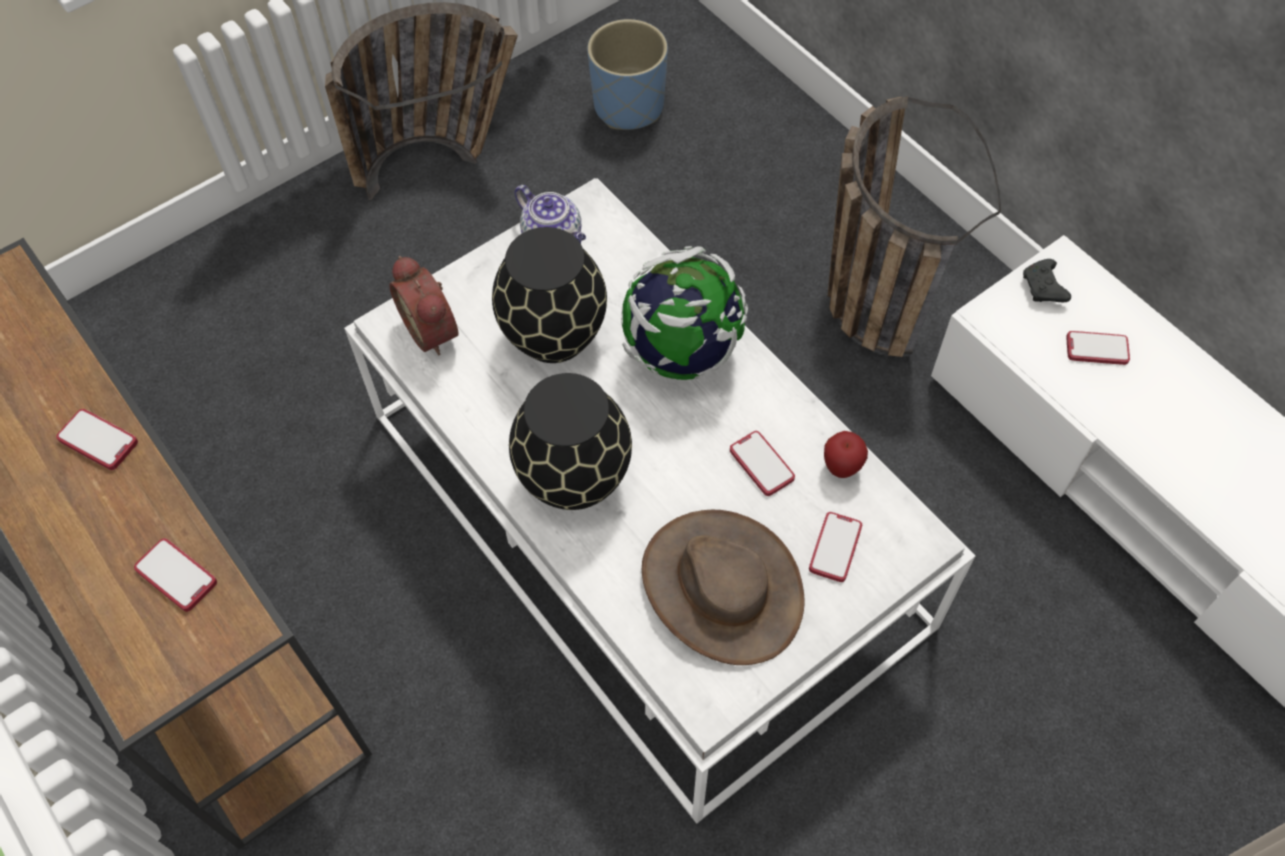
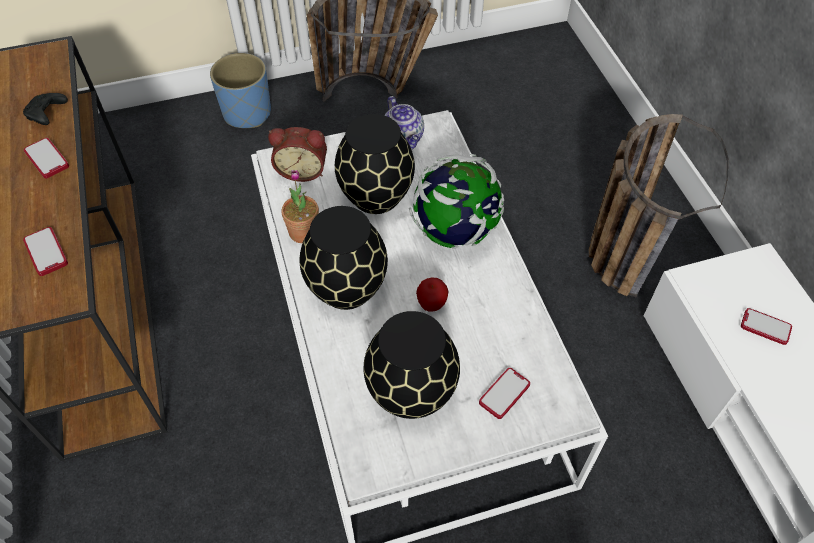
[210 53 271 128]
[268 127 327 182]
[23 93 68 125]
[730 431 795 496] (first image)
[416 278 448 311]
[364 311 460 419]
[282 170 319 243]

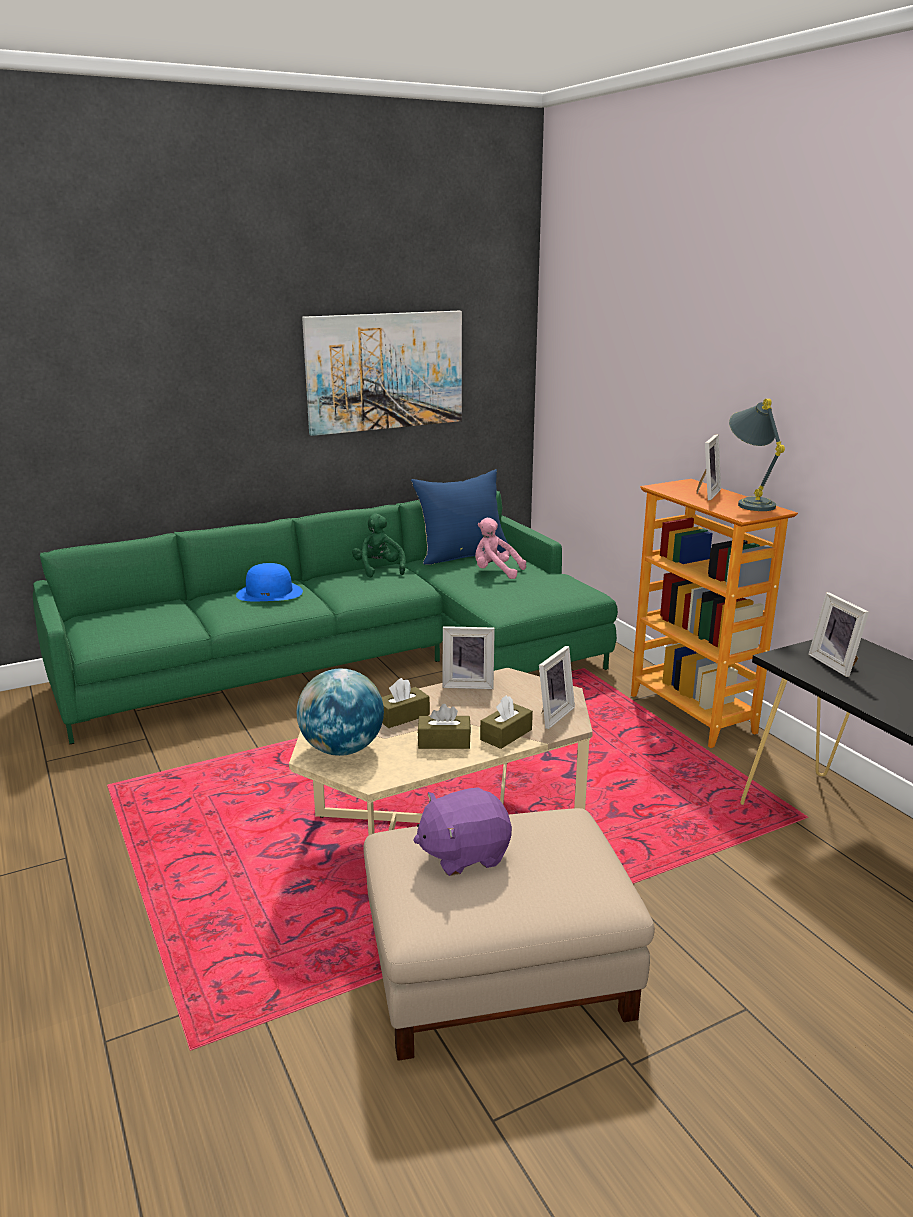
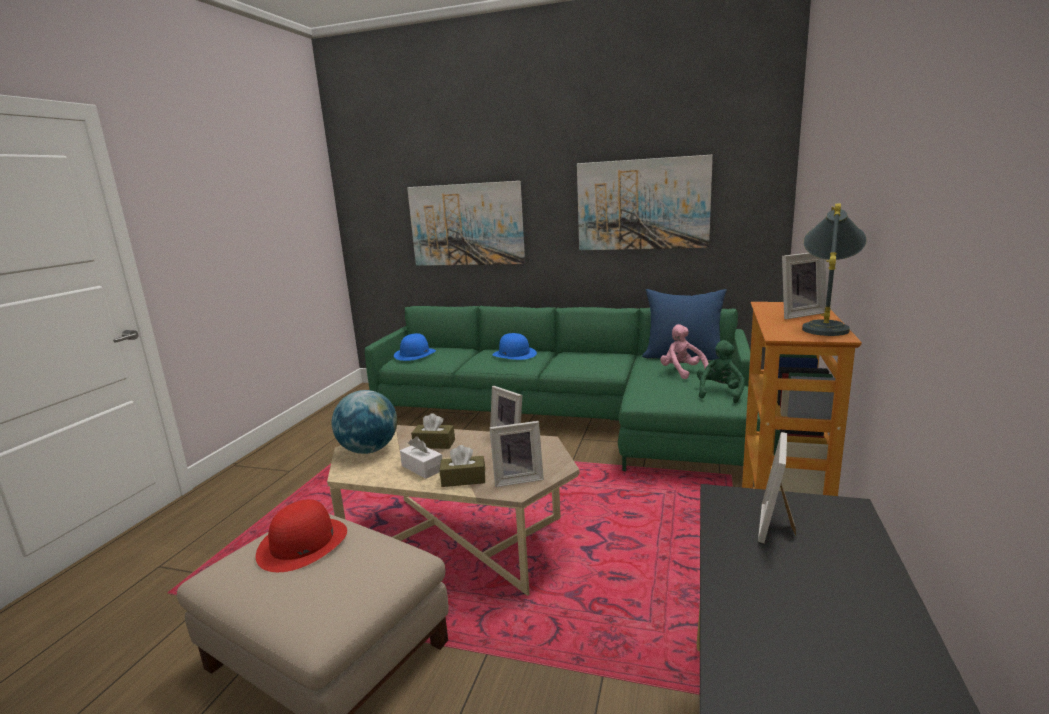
[697 340 745 403]
[400 436 442 479]
[256 499 347 572]
[407 181 525 266]
[394 333 436 361]

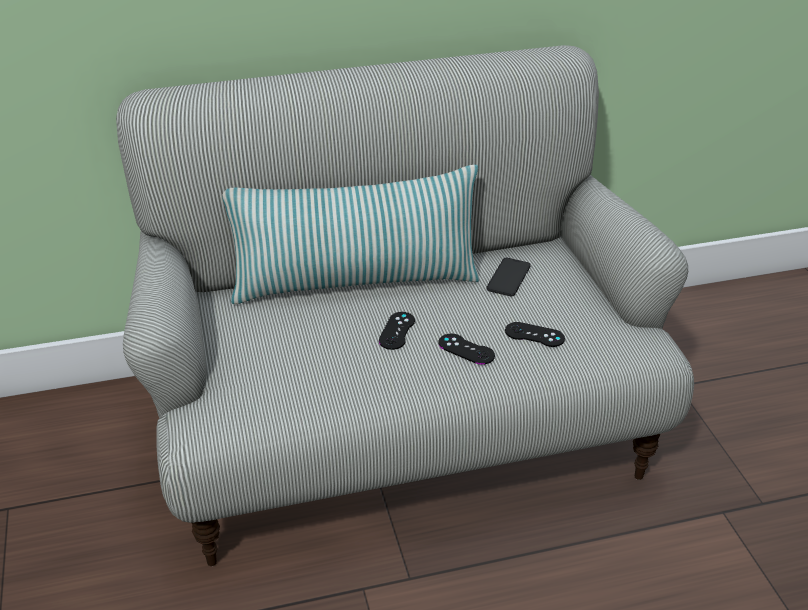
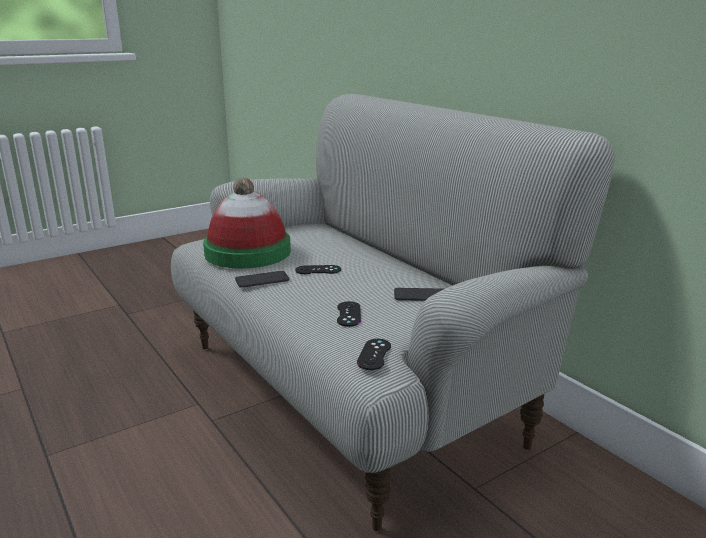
[222 165 479 304] (first image)
[357 339 391 370]
[203 178 291 269]
[235 271 289 288]

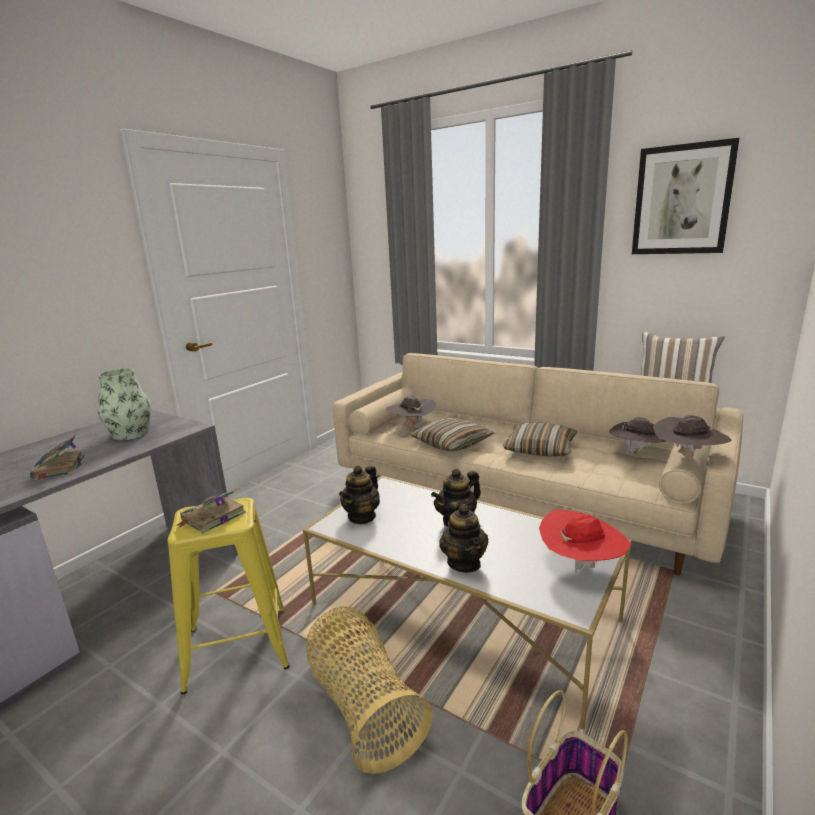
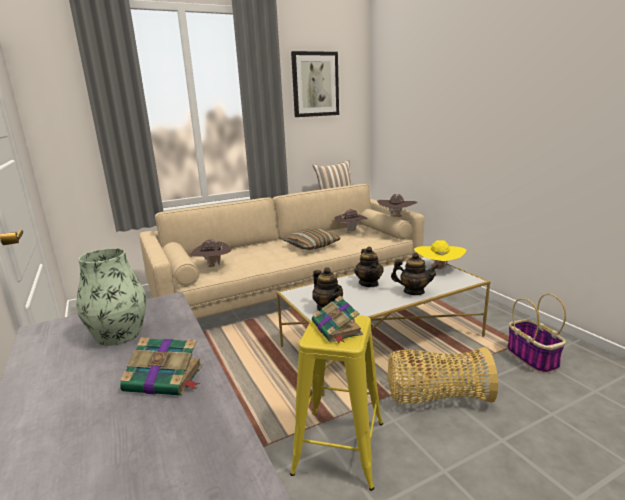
[410 418 494 451] (first image)
[414 240 466 272]

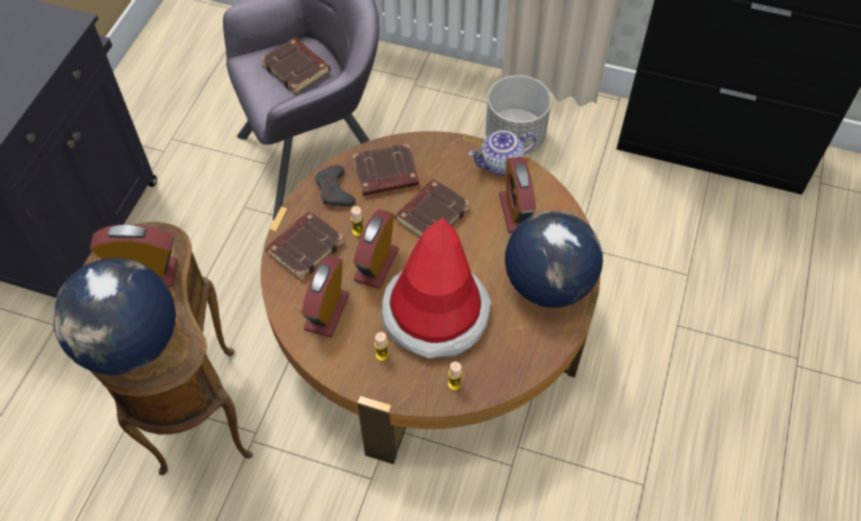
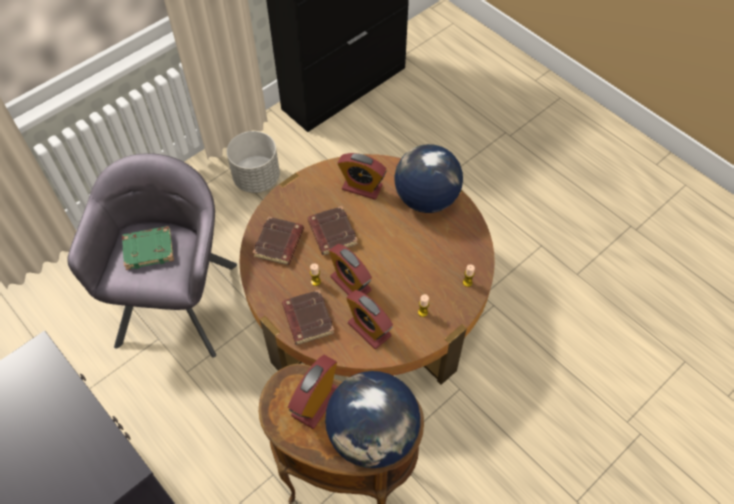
[122 226 174 270]
[468 131 536 175] (first image)
[316 165 356 206] (first image)
[382 217 491 358] (first image)

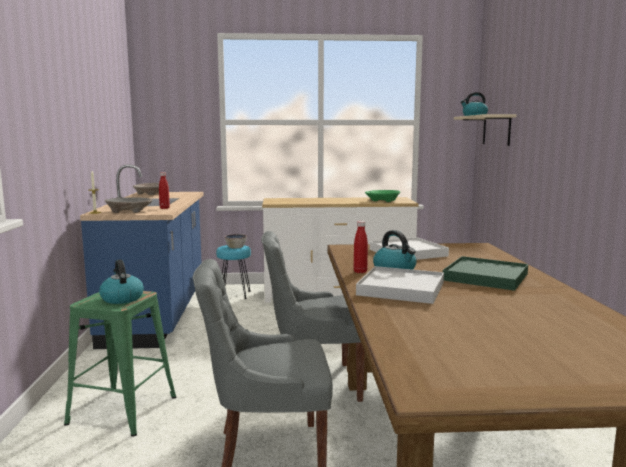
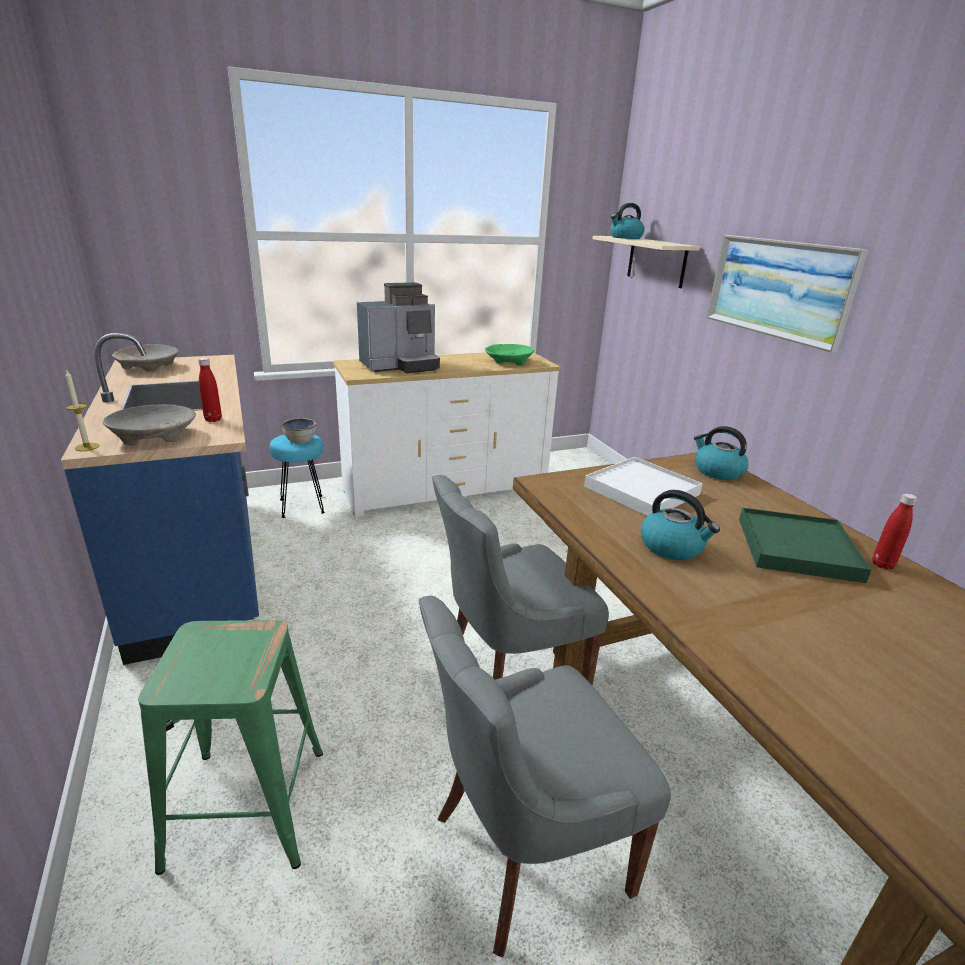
[873 493 917 569]
[694 426 748 480]
[356 266 444 304] (first image)
[707 235 868 353]
[357 282 440 373]

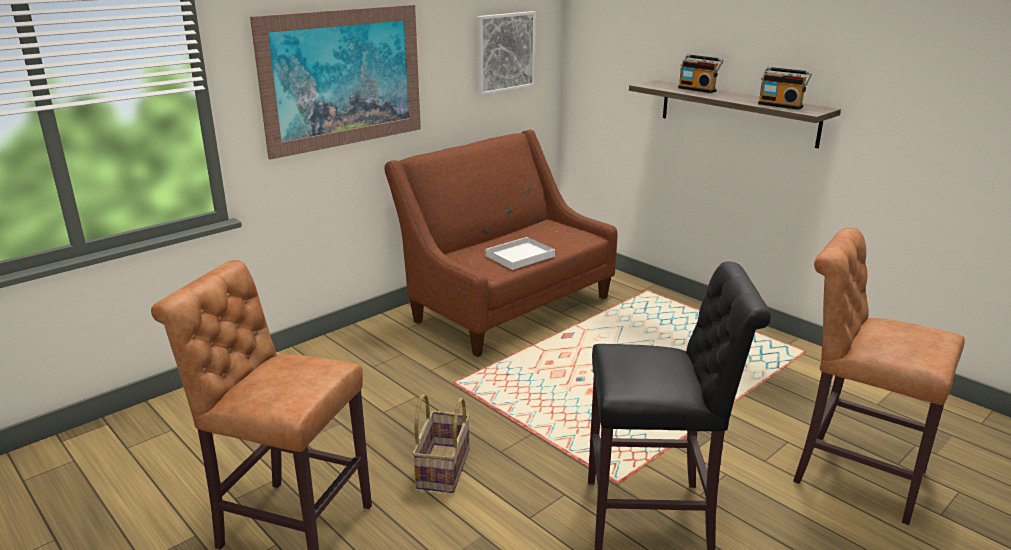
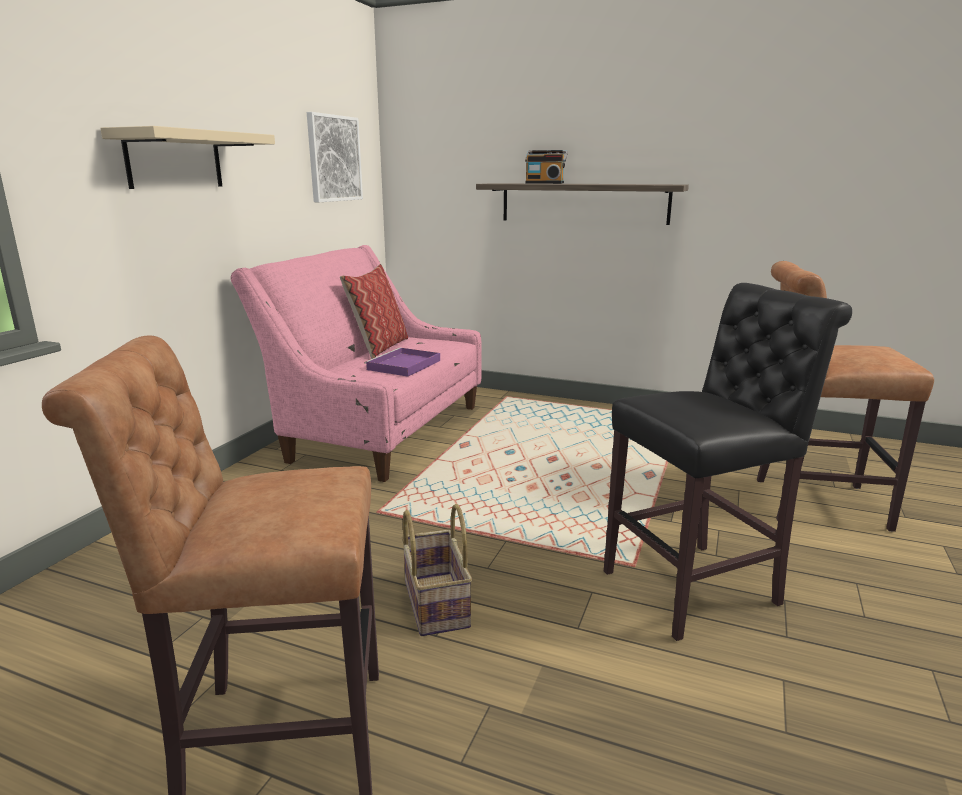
[100 126 275 189]
[758 67 812 110] (first image)
[230 245 482 482]
[365 347 440 377]
[340 264 408 359]

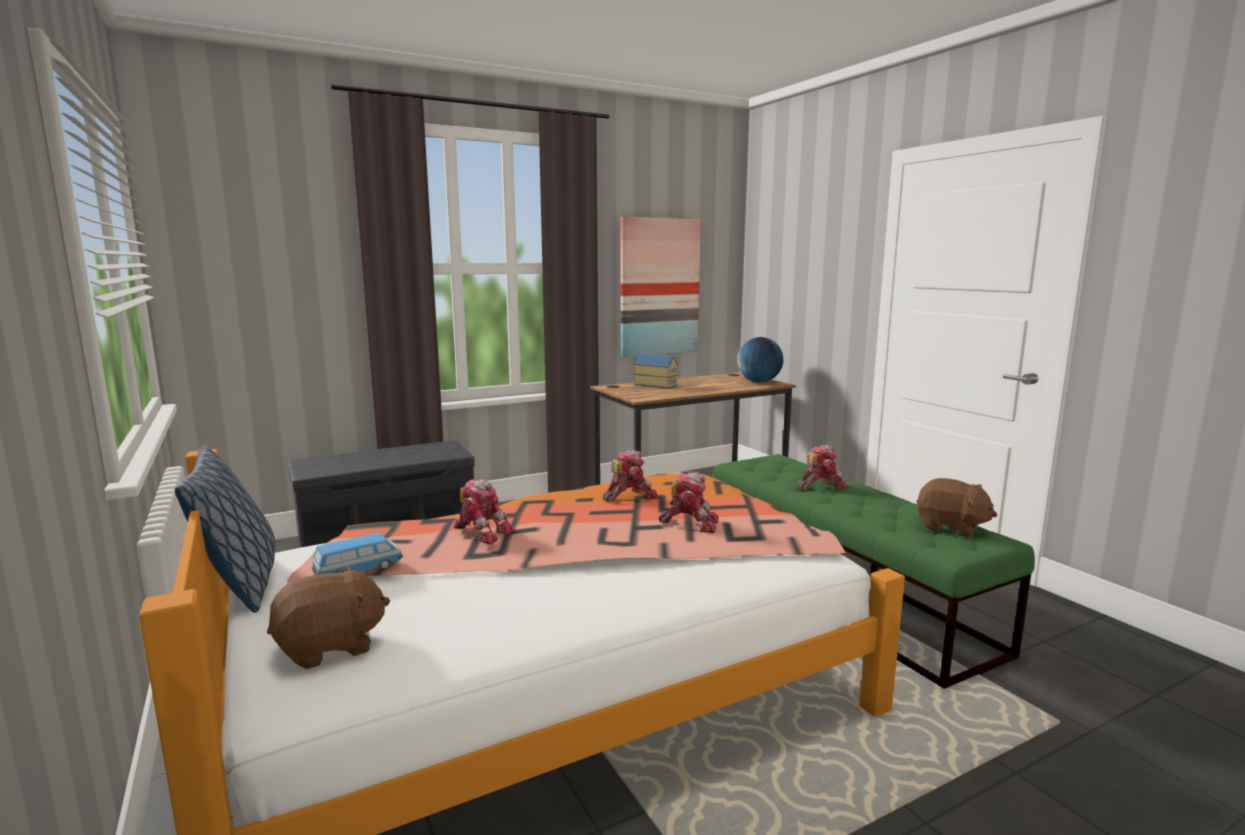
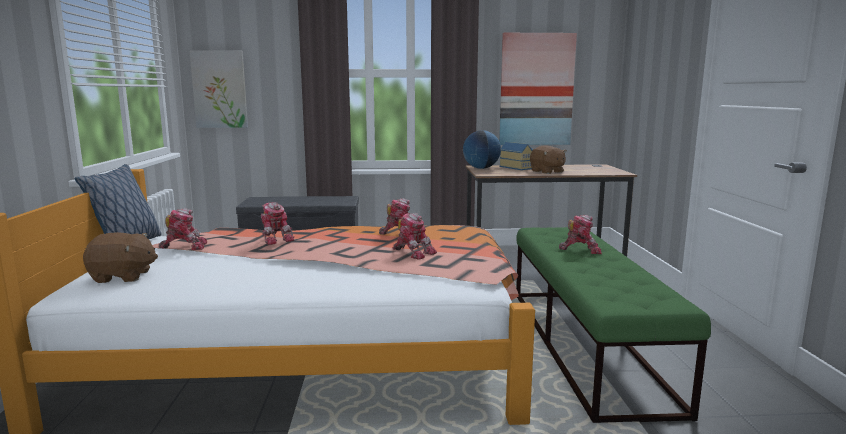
[463 130 501 169]
[530 145 567 174]
[159 208 207 250]
[189 50 248 128]

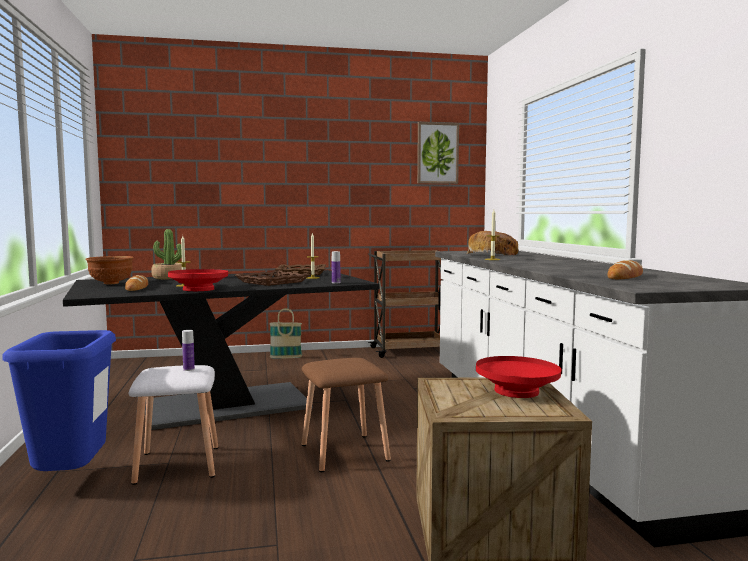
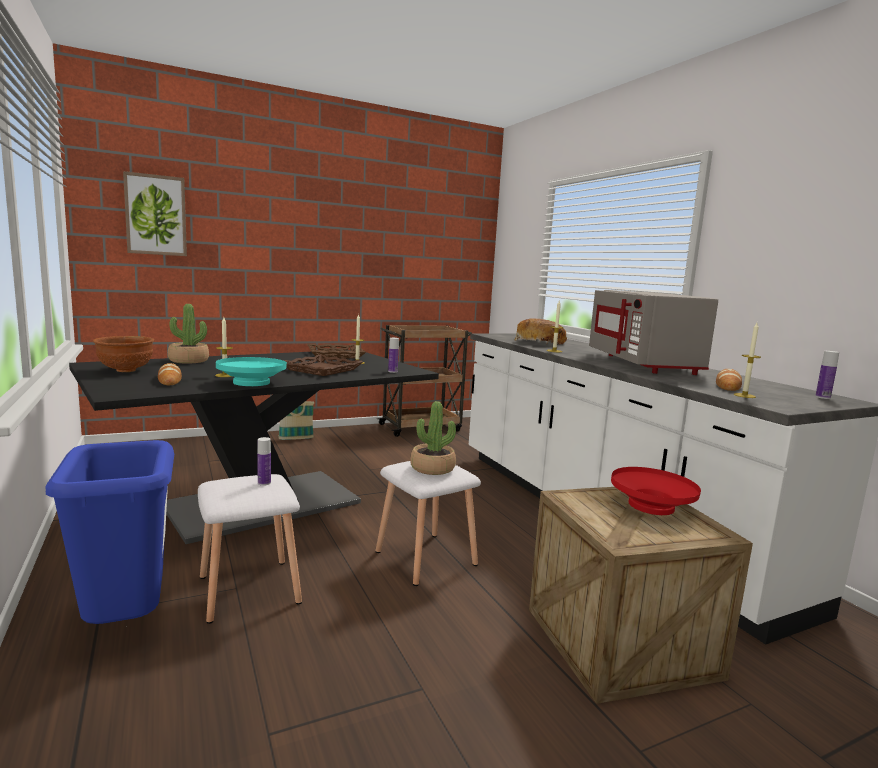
[123 171 187 256]
[216 357 287 386]
[376 461 481 586]
[589 290 718 375]
[734 323 761 398]
[815 351 839 399]
[410 401 456 475]

